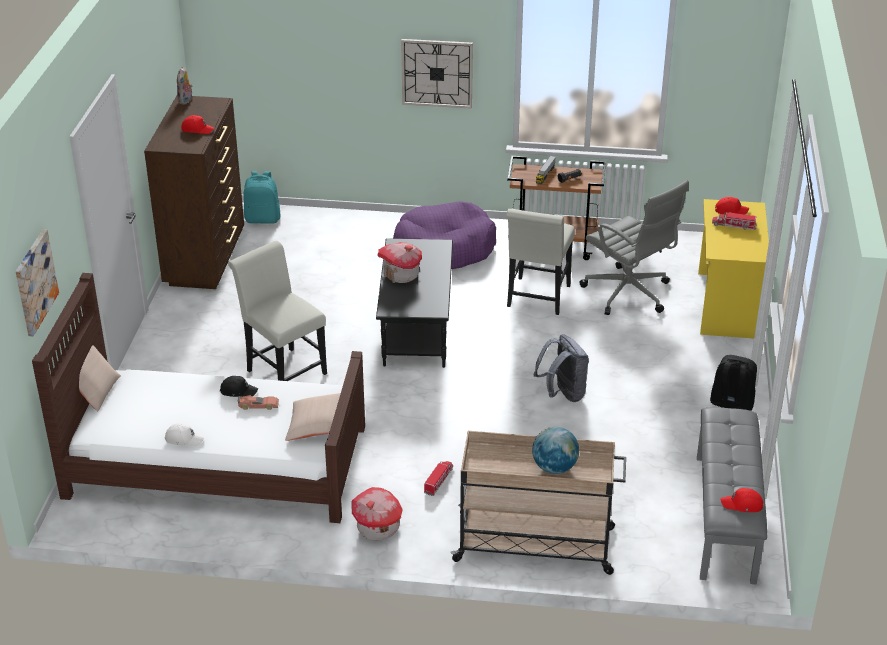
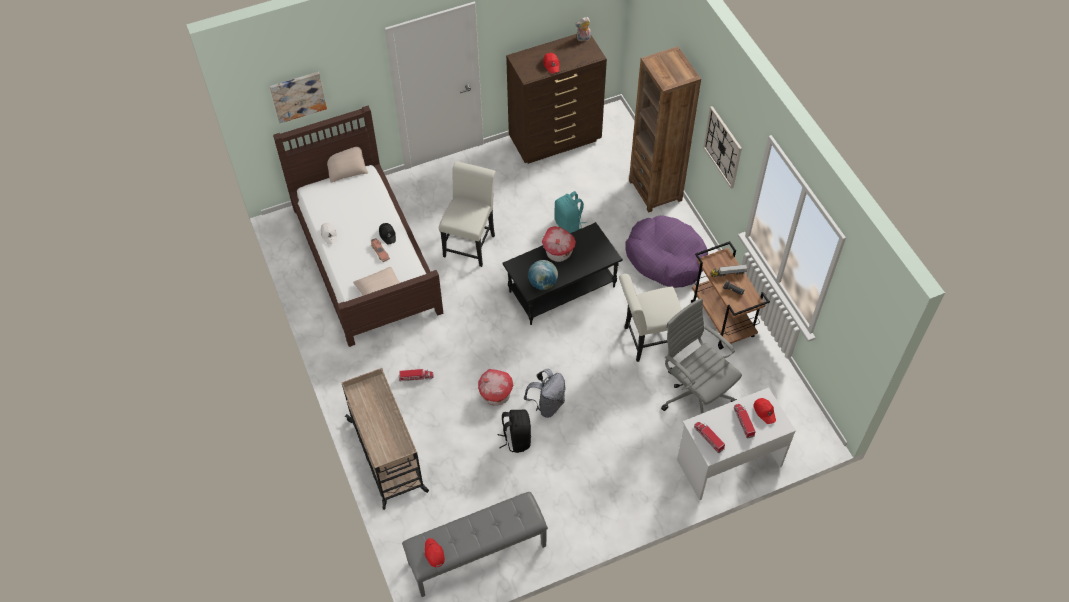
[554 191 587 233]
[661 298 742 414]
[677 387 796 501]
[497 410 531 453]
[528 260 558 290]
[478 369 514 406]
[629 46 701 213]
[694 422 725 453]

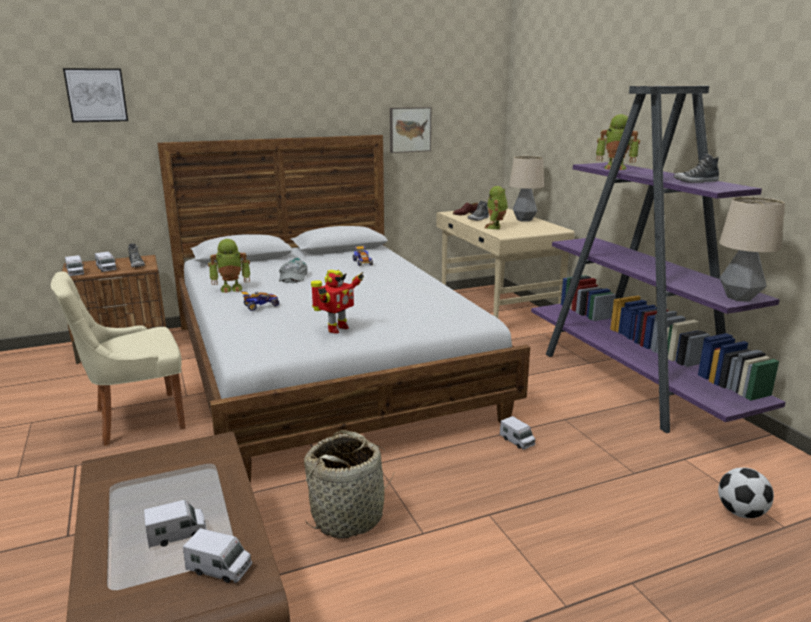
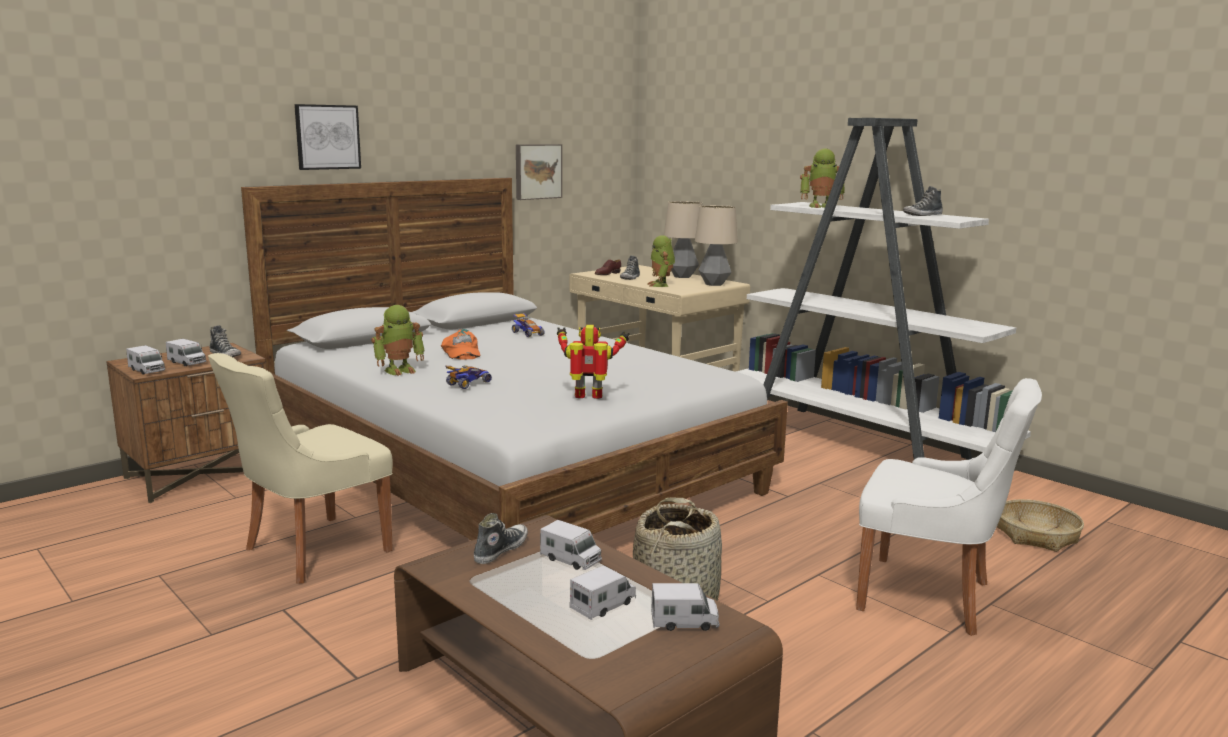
[294 104 361 170]
[736 118 1031 460]
[695 205 738 286]
[441 329 481 360]
[557 325 630 399]
[540 520 602 570]
[997 499 1084 552]
[856 378 1042 636]
[474 513 528 564]

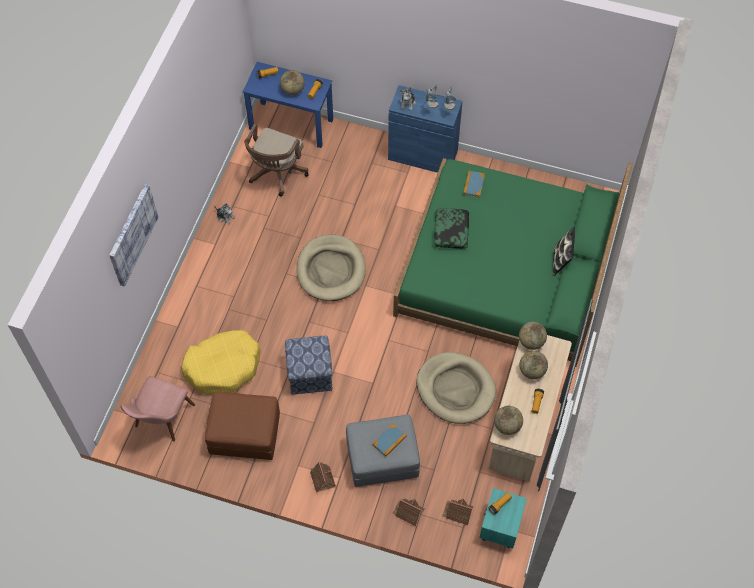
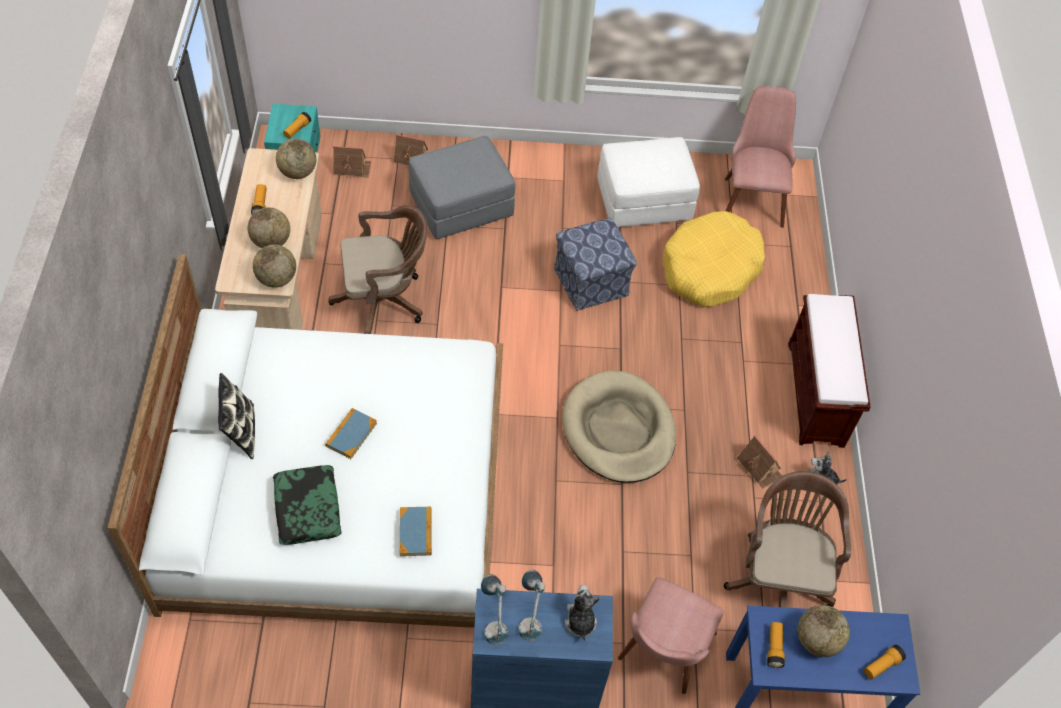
[108 254 503 628]
[109 184 158 287] (first image)
[273 465 342 545]
[328 205 428 334]
[598 137 700 227]
[325 408 377 459]
[737 435 782 488]
[788 294 870 448]
[618 577 724 694]

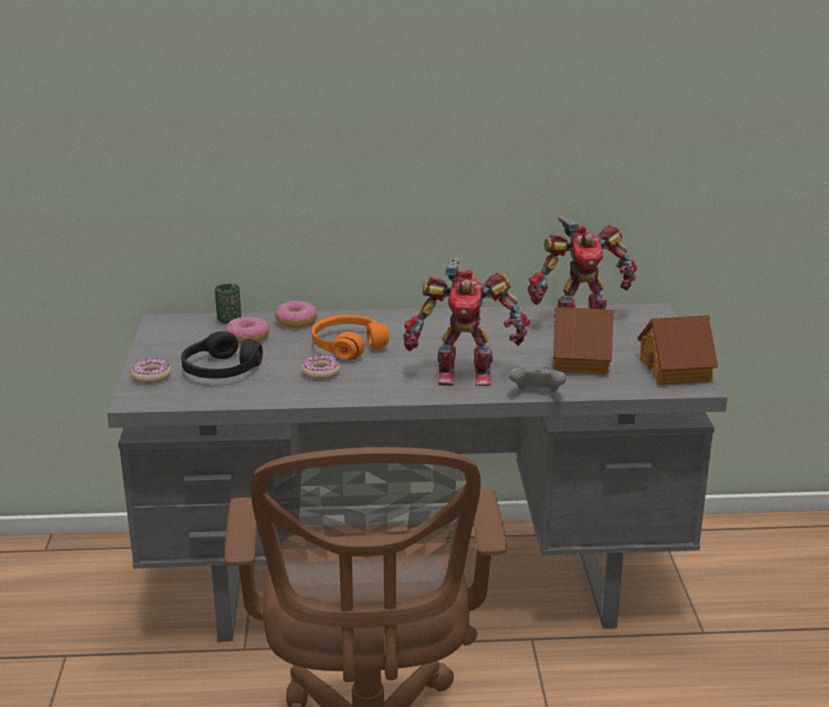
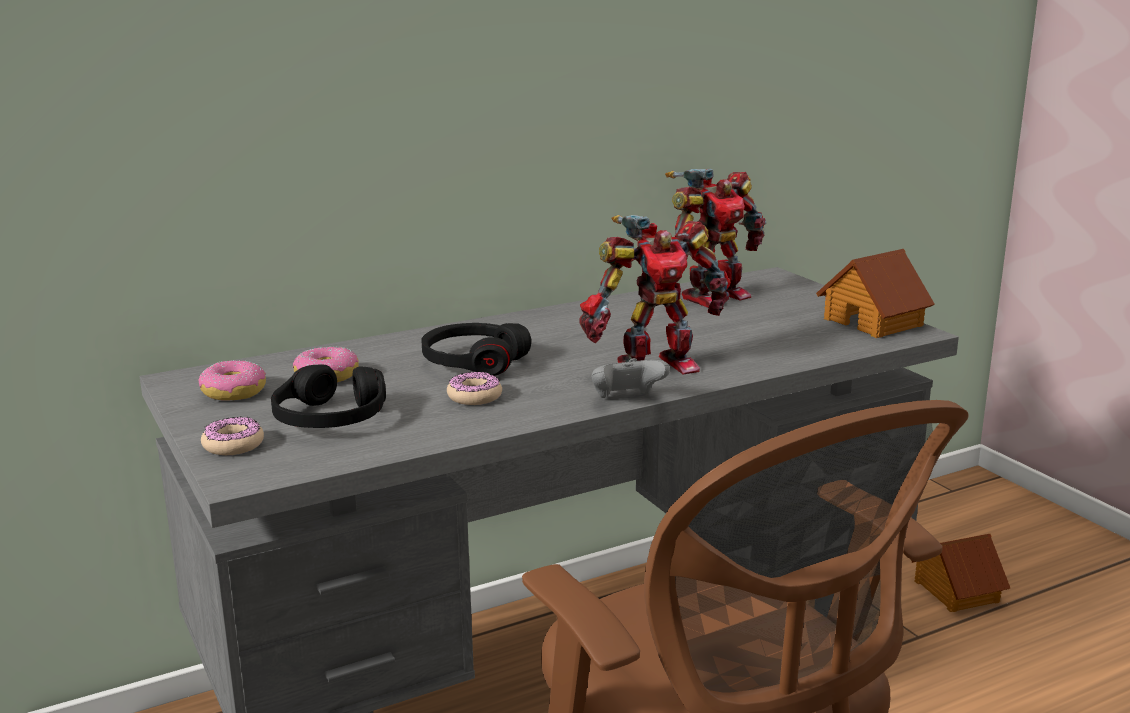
[215 284 241 324] (first image)
[199 360 266 401]
[911 534 1010 612]
[421 323 531 376]
[592 358 670 398]

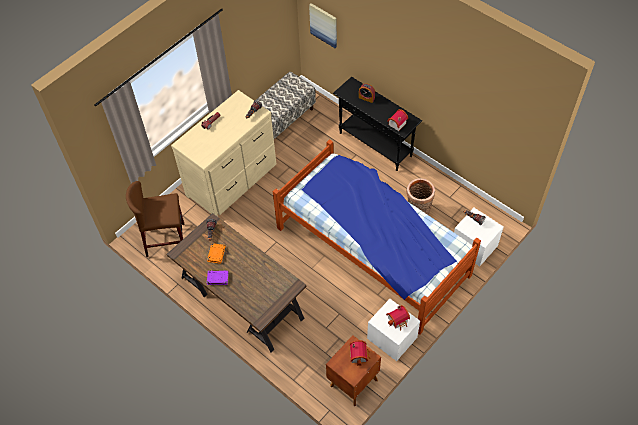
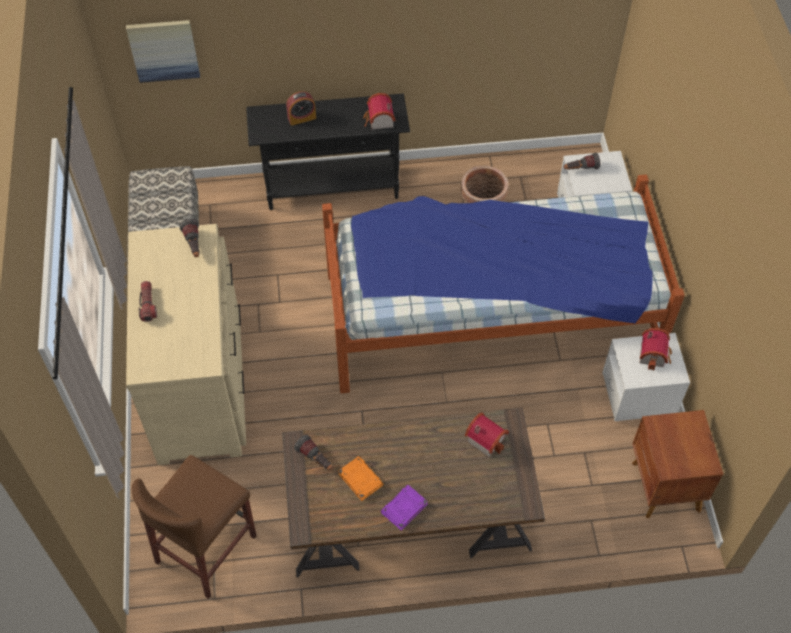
[465 413 509 457]

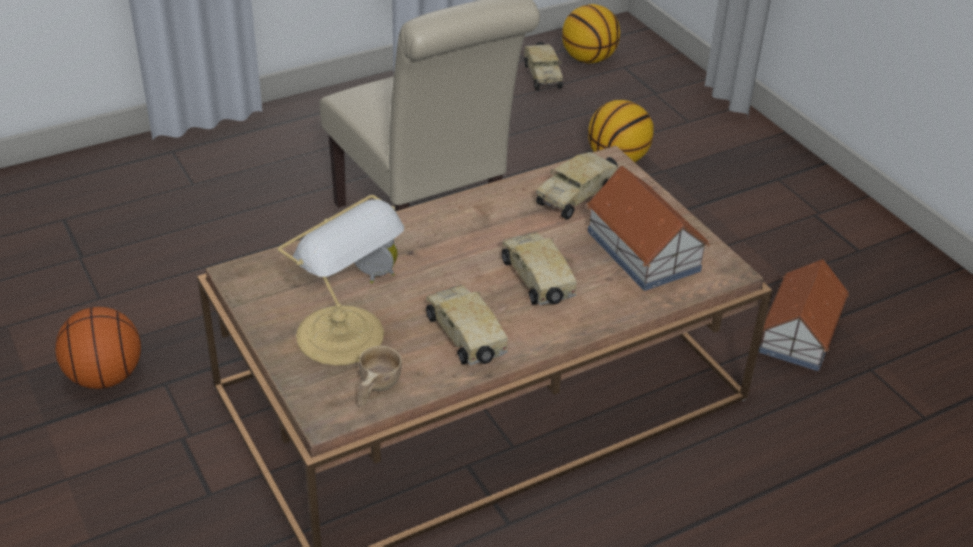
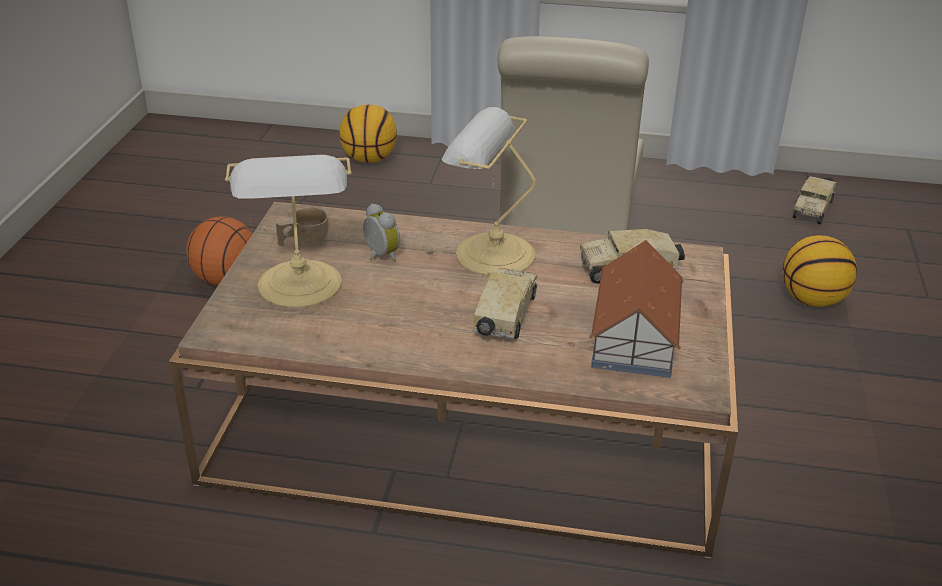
[339 105 397 163]
[759 259 849 371] (first image)
[426 285 508 366] (first image)
[276 207 329 246]
[442 107 536 276]

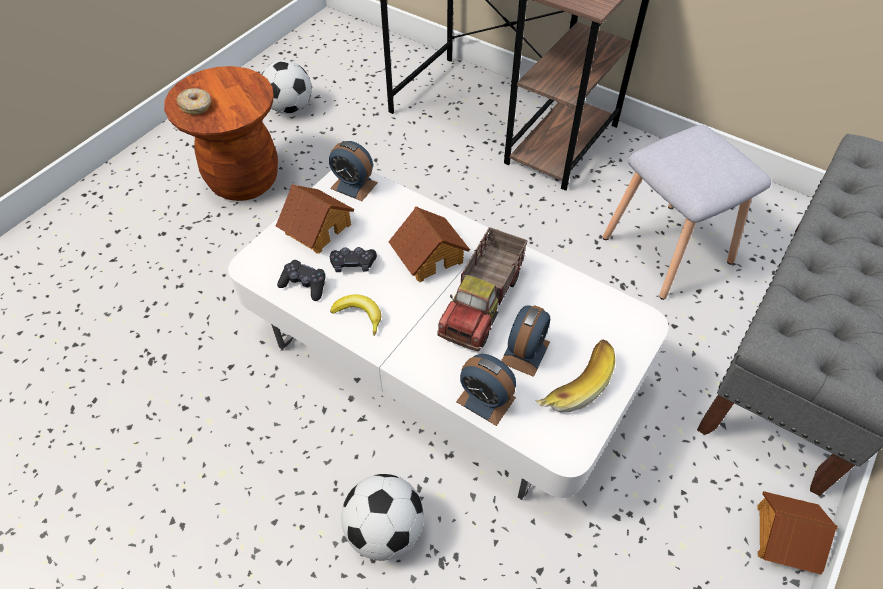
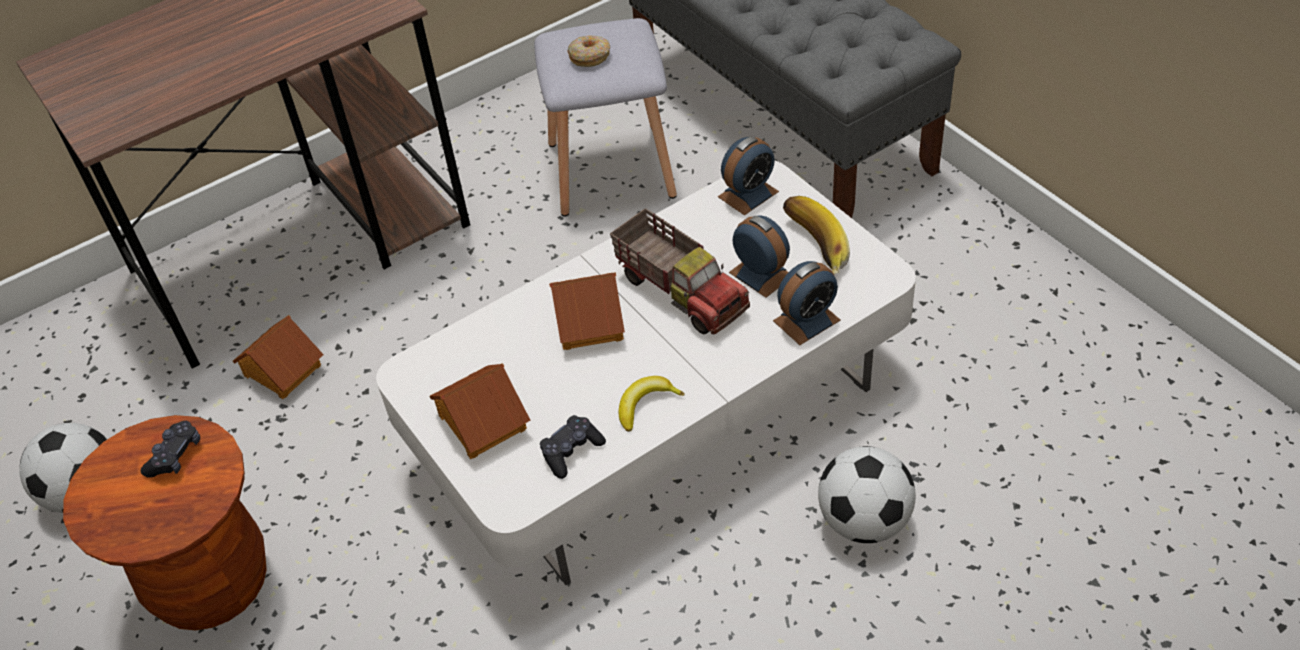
[567 35 610 67]
[718 136 779 215]
[141 421 200 478]
[233 315 324 399]

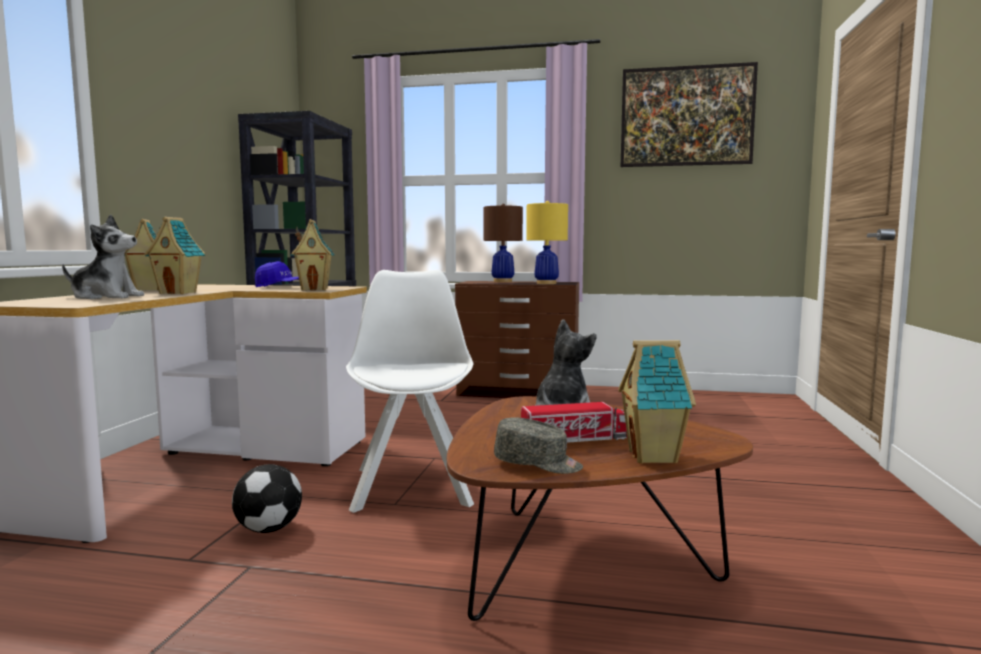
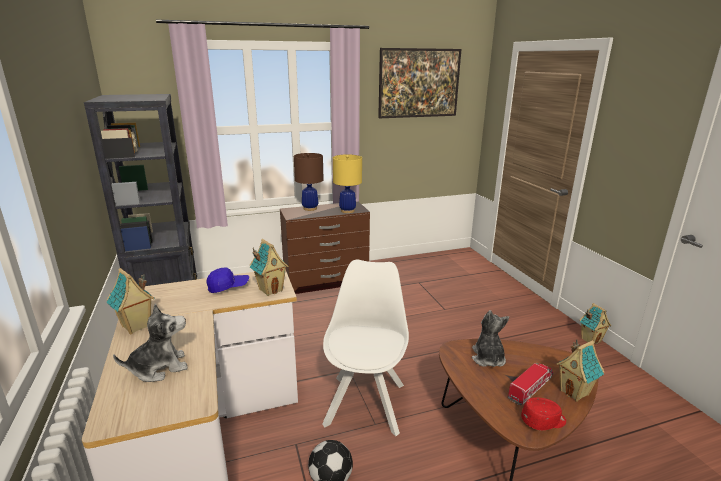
[579 303 611 344]
[322 260 409 436]
[521 397 566 430]

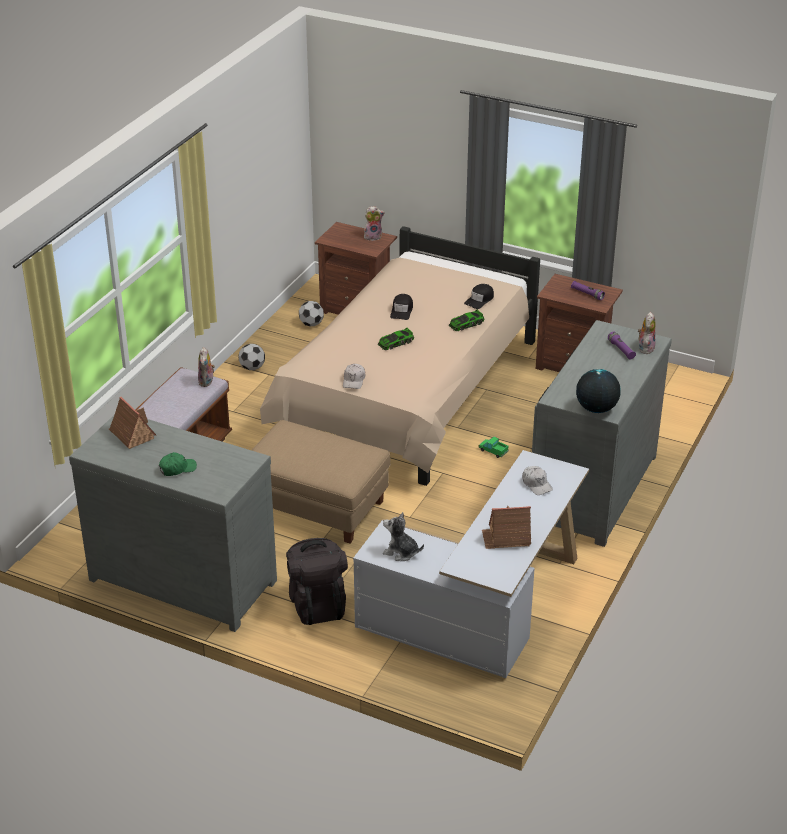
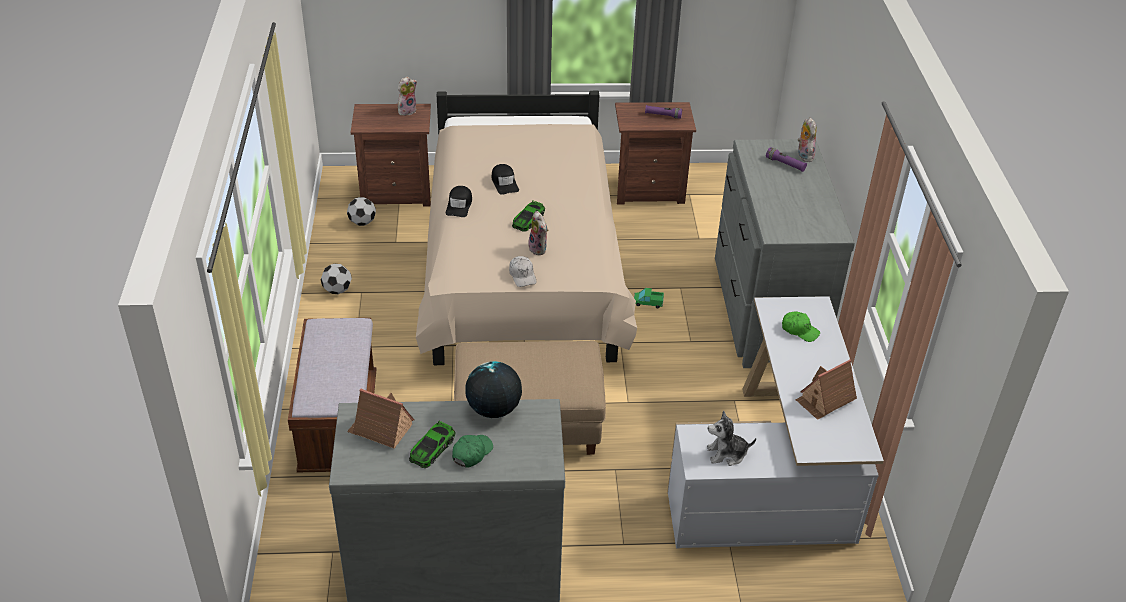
[446 186 472 217]
[409 421 456 468]
[528 211 549 255]
[465 361 522 418]
[782 311 820 342]
[286 538 348 625] (first image)

